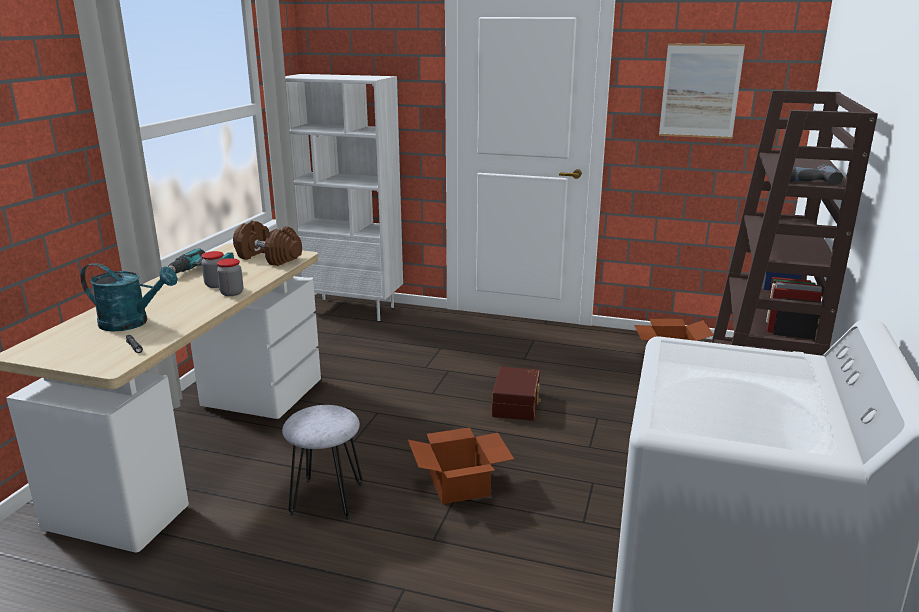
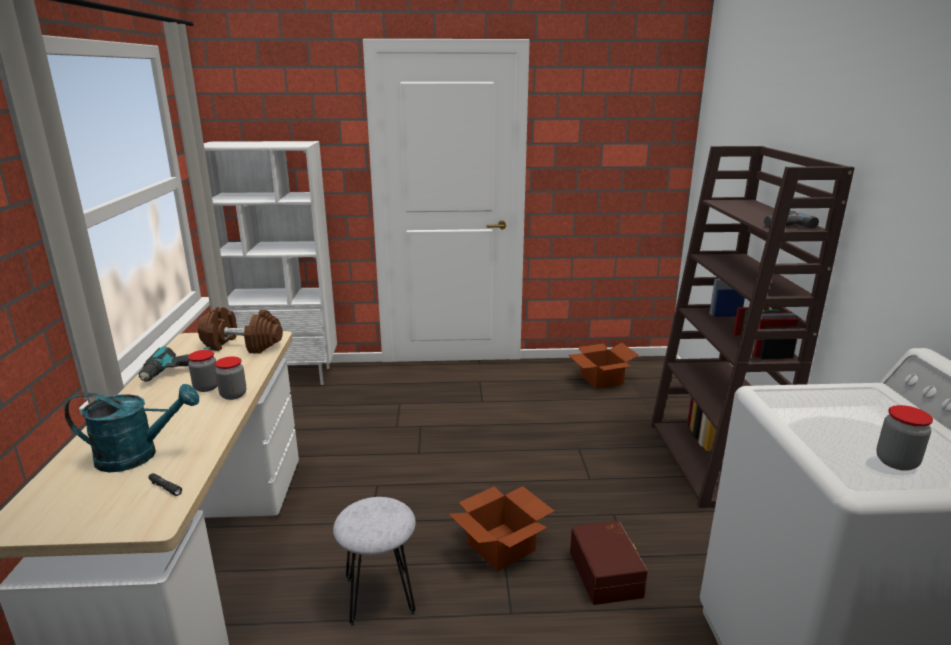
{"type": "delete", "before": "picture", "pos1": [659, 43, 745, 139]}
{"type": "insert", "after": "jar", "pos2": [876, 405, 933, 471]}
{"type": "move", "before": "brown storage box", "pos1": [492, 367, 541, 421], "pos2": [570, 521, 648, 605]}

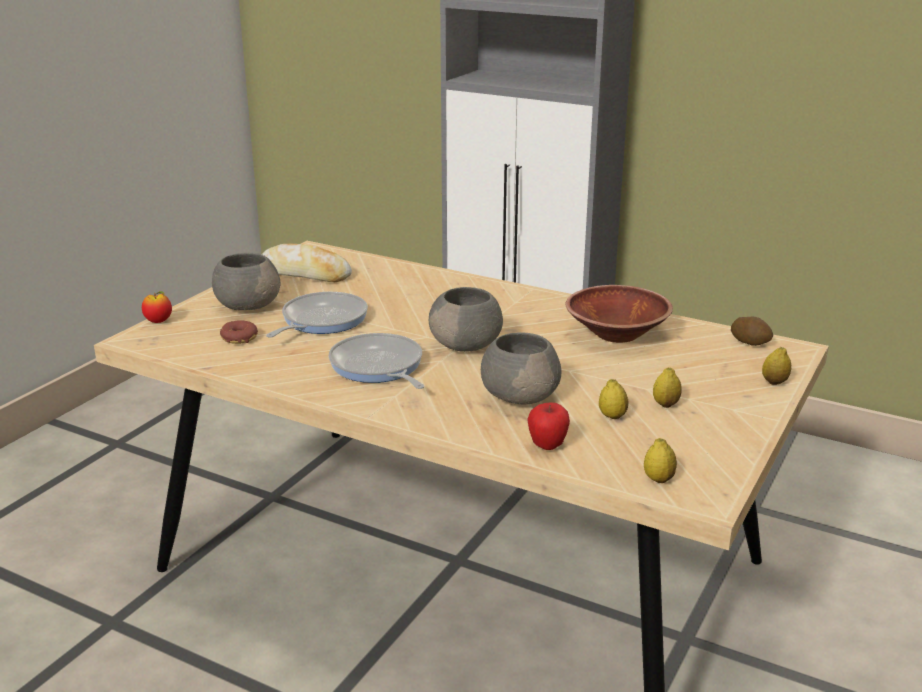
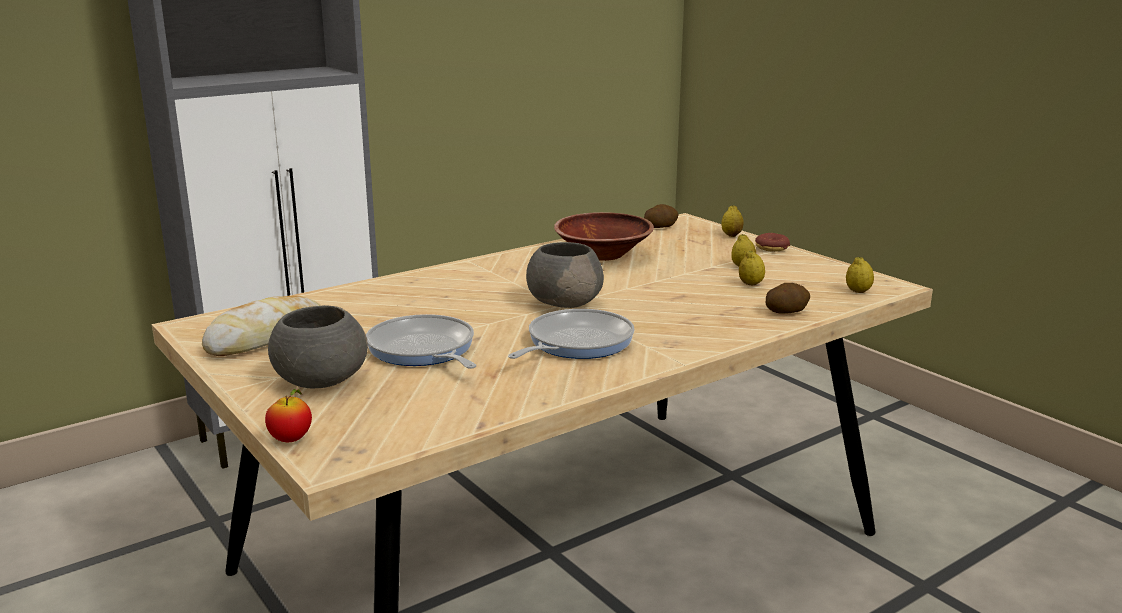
{"type": "delete", "before": "grey bowl", "pos1": [481, 332, 562, 405]}
{"type": "move", "before": "donut", "pos1": [220, 320, 258, 344], "pos2": [755, 233, 790, 252]}
{"type": "replace", "before": "apple", "after": "potato", "pos1": [527, 402, 570, 450], "pos2": [766, 283, 810, 314]}
{"type": "rotate", "before": "frying pan", "pos1": [329, 333, 424, 389], "pos2": [508, 309, 635, 359], "turn": 135}

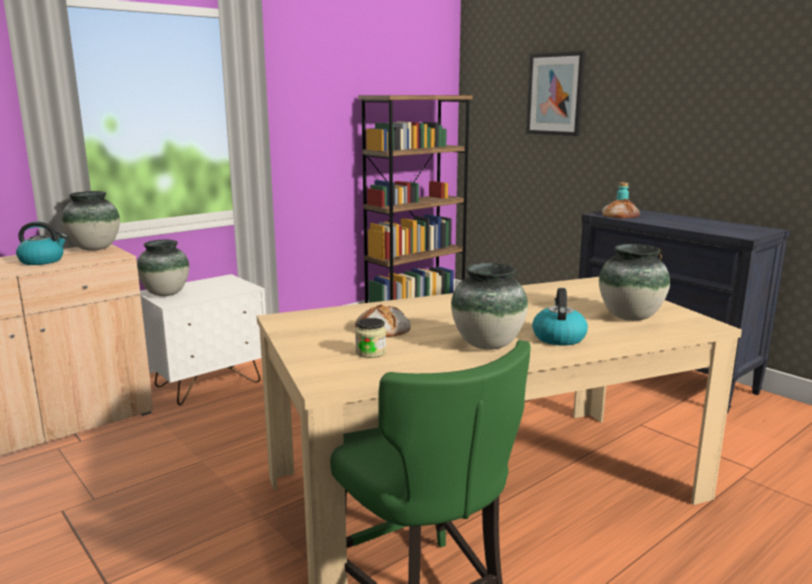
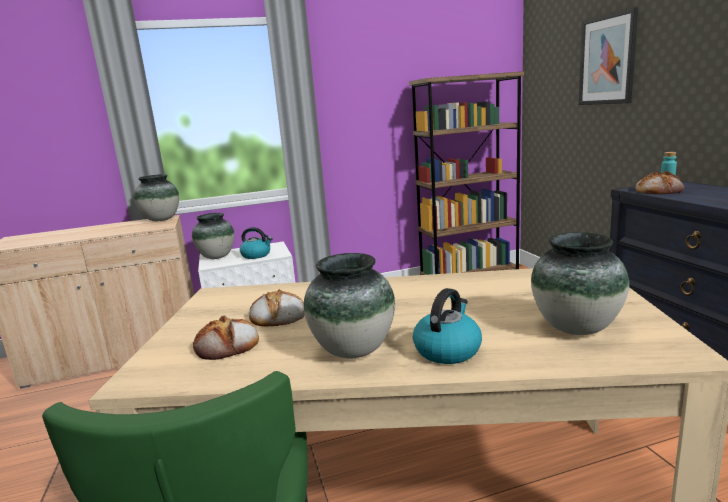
{"type": "move", "before": "kettle", "pos1": [16, 221, 68, 265], "pos2": [240, 227, 273, 259]}
{"type": "replace", "before": "jar", "after": "bread", "pos1": [355, 318, 386, 358], "pos2": [193, 316, 259, 360]}

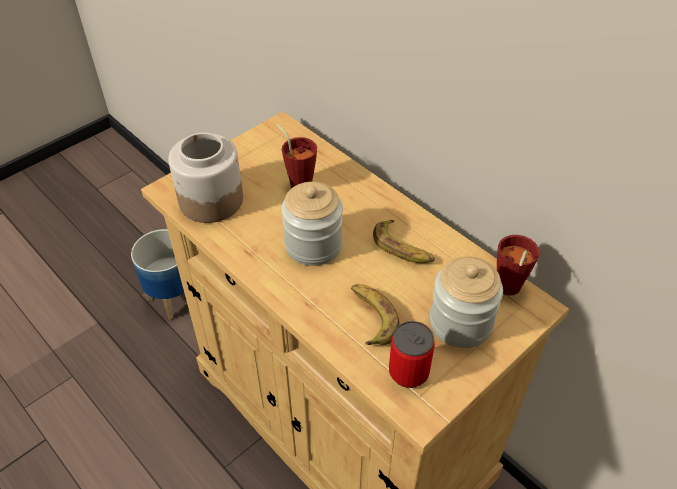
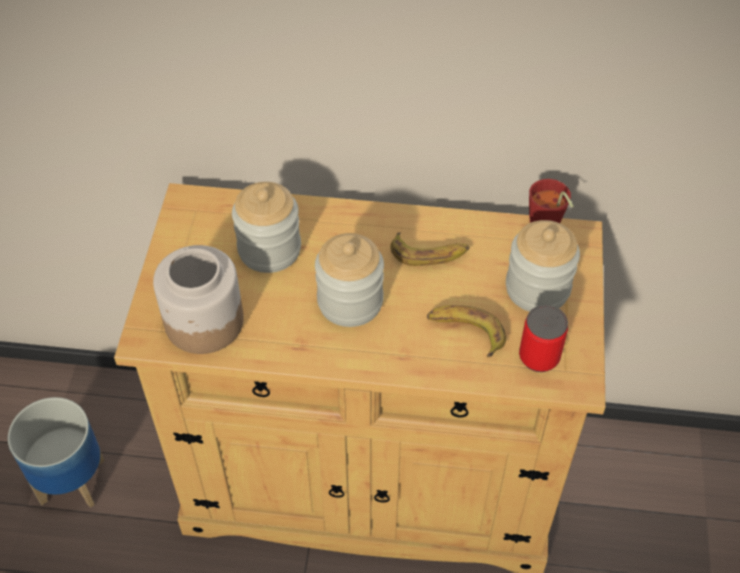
{"type": "replace", "before": "red cup", "after": "jar", "pos1": [277, 124, 317, 188], "pos2": [232, 182, 301, 273]}

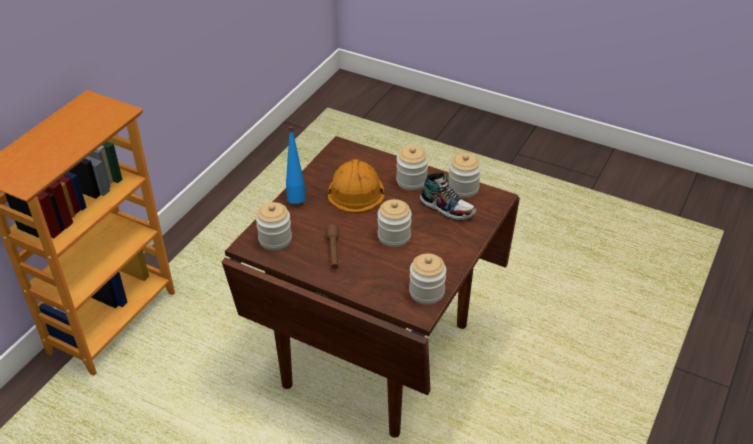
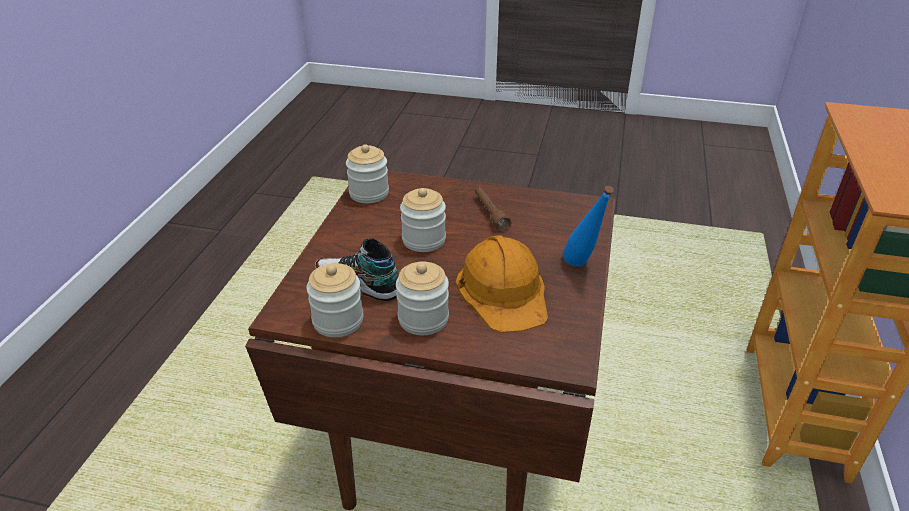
{"type": "delete", "before": "jar", "pos1": [256, 202, 292, 250]}

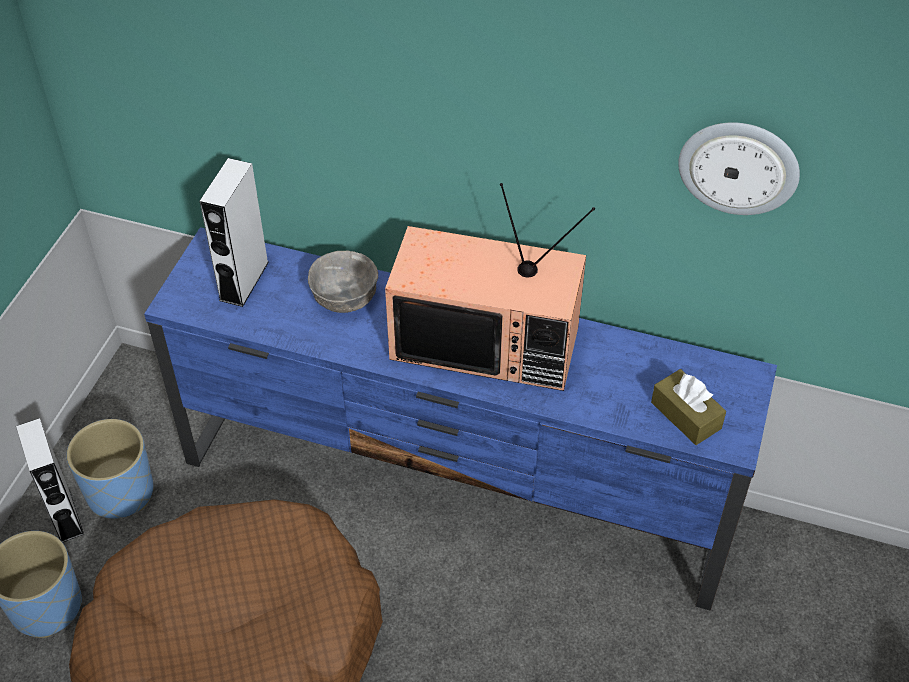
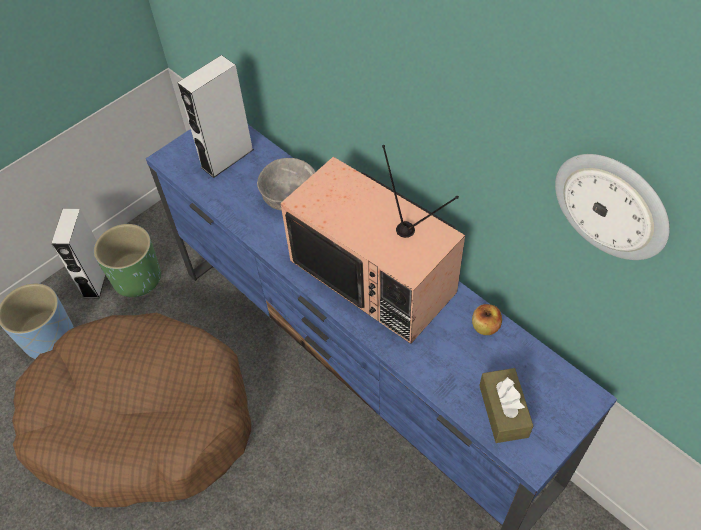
{"type": "insert", "after": "apple", "pos2": [472, 304, 502, 335]}
{"type": "recolor", "before": "blue planter", "after": "green planter", "pos1": [67, 419, 153, 519], "pos2": [94, 224, 161, 297]}

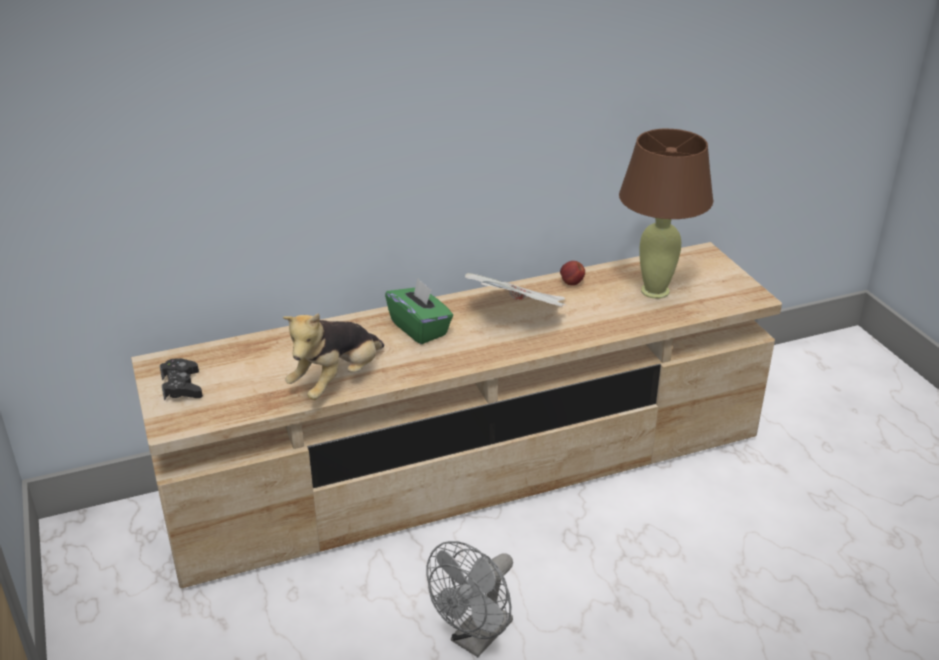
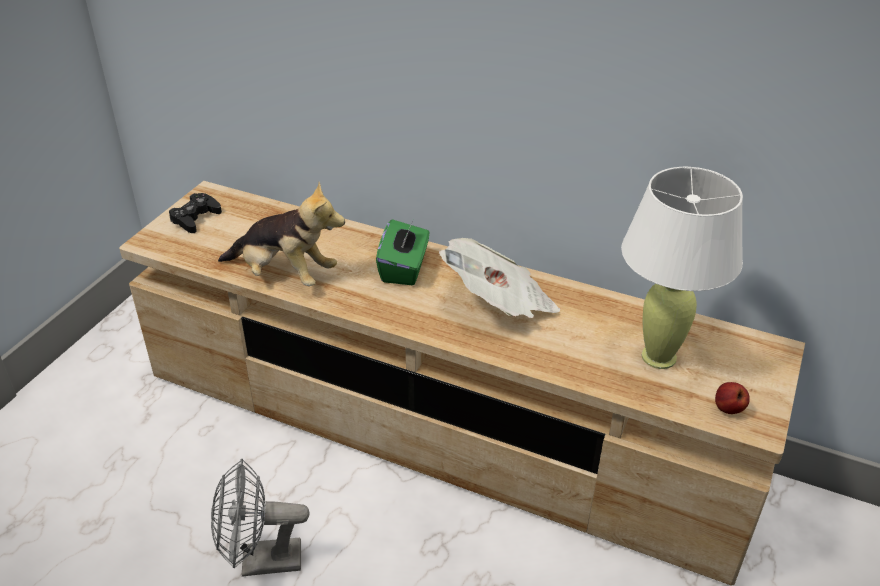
{"type": "move", "before": "apple", "pos1": [560, 261, 585, 286], "pos2": [715, 382, 750, 414]}
{"type": "recolor", "before": "brown table lamp", "after": "white table lamp", "pos1": [619, 129, 714, 299], "pos2": [621, 167, 743, 369]}
{"type": "rotate", "before": "plush toy", "pos1": [283, 313, 384, 400], "pos2": [218, 182, 345, 286], "turn": -150}

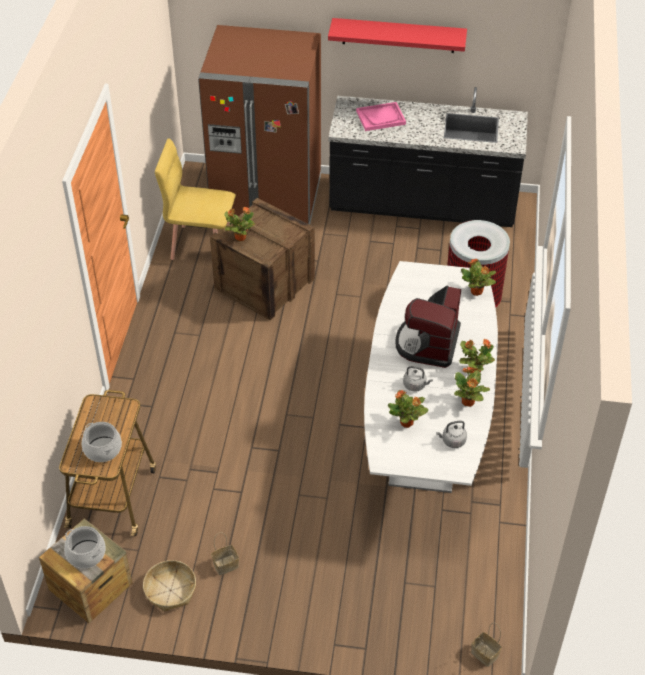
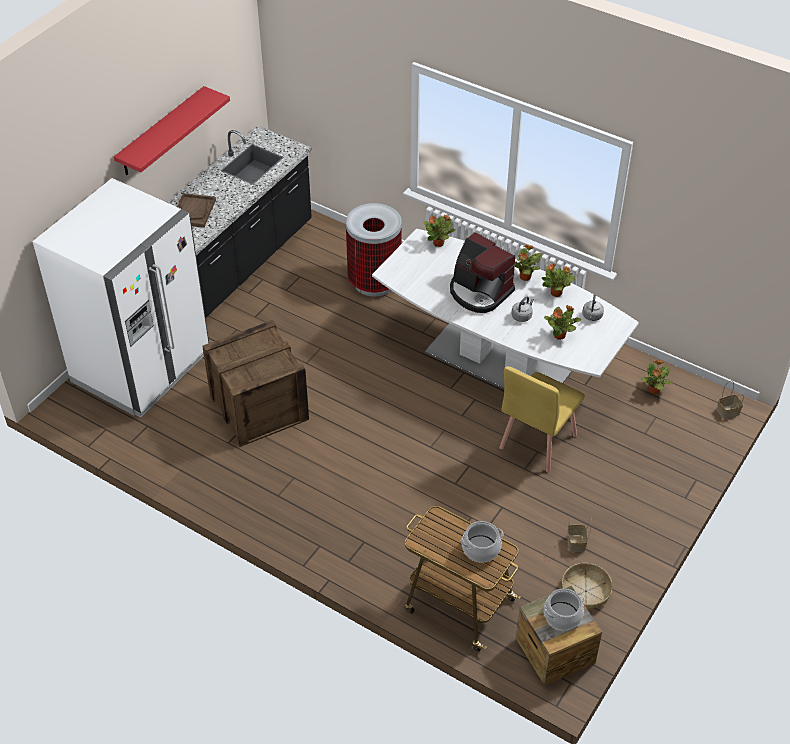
{"type": "move", "before": "yellow chair", "pos1": [155, 138, 236, 260], "pos2": [499, 366, 585, 473]}
{"type": "move", "before": "potted plant", "pos1": [224, 206, 255, 241], "pos2": [641, 360, 672, 394]}
{"type": "recolor", "before": "brown fridge", "after": "white fridge", "pos1": [198, 25, 321, 224], "pos2": [33, 178, 209, 418]}
{"type": "recolor", "before": "pink tray", "after": "brown tray", "pos1": [356, 102, 406, 131], "pos2": [177, 193, 216, 228]}

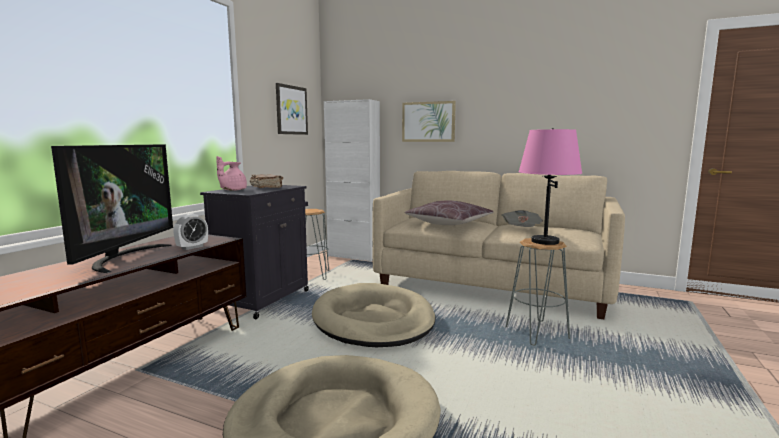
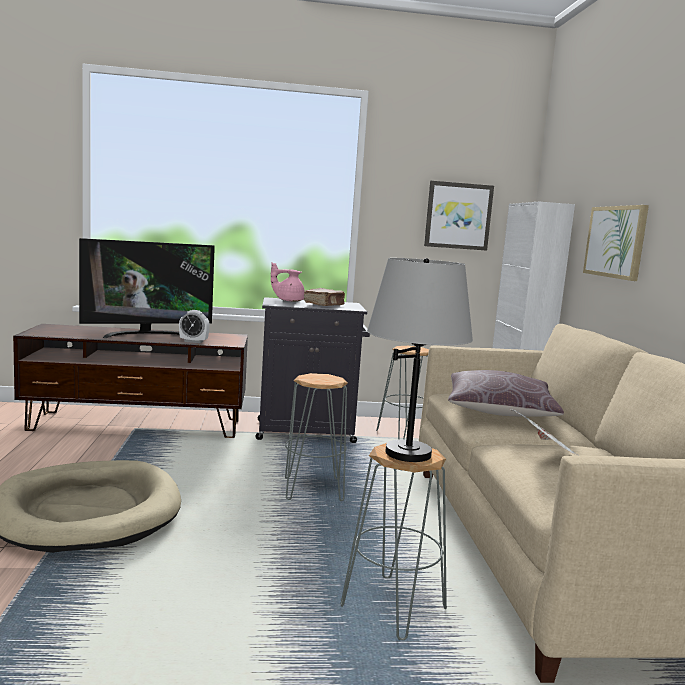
{"type": "replace", "before": "beige dog bed", "after": "grey stool", "pos1": [312, 283, 435, 347], "pos2": [285, 373, 348, 501]}
{"type": "recolor", "before": "pink table lamp", "after": "grey table lamp", "pos1": [519, 128, 582, 245], "pos2": [367, 258, 473, 462]}

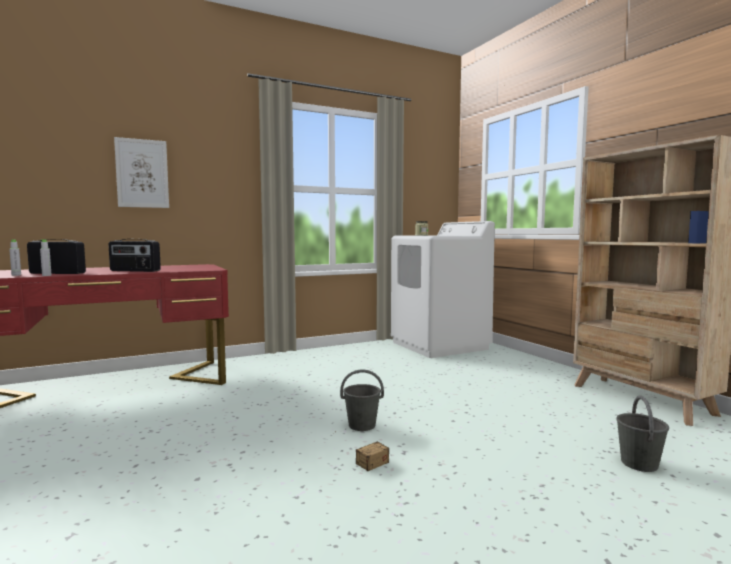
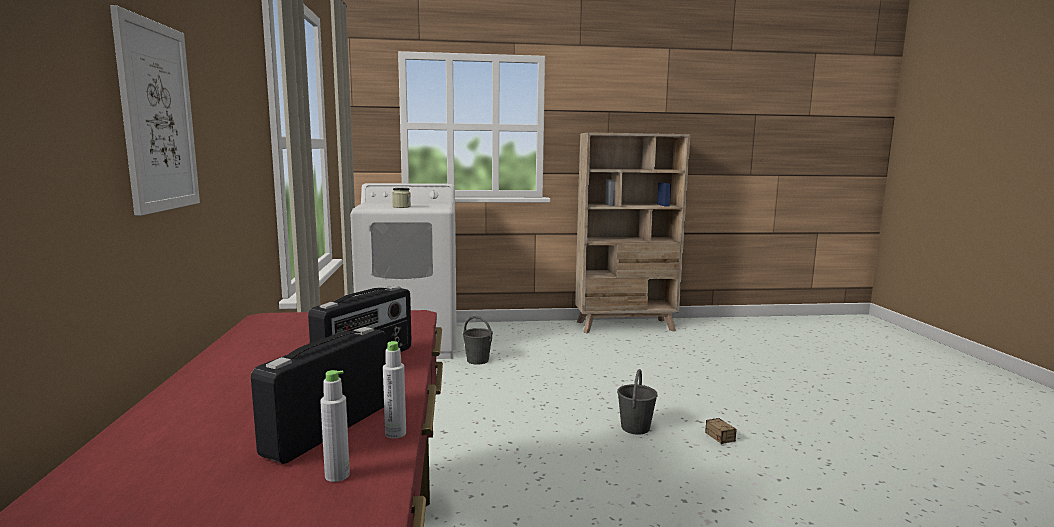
{"type": "move", "before": "grey bucket", "pos1": [616, 395, 669, 472], "pos2": [463, 316, 493, 365]}

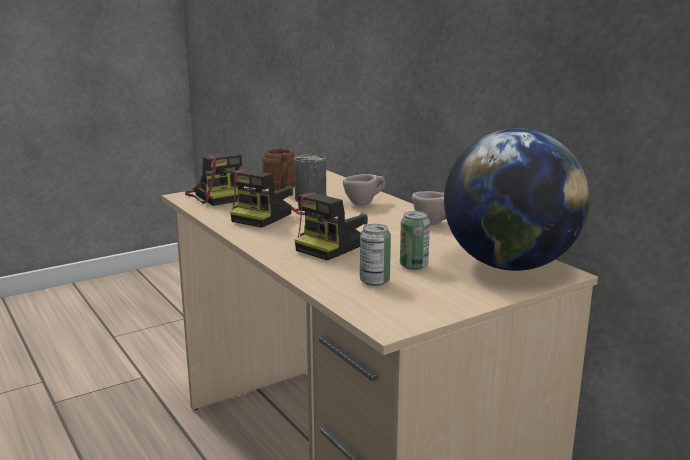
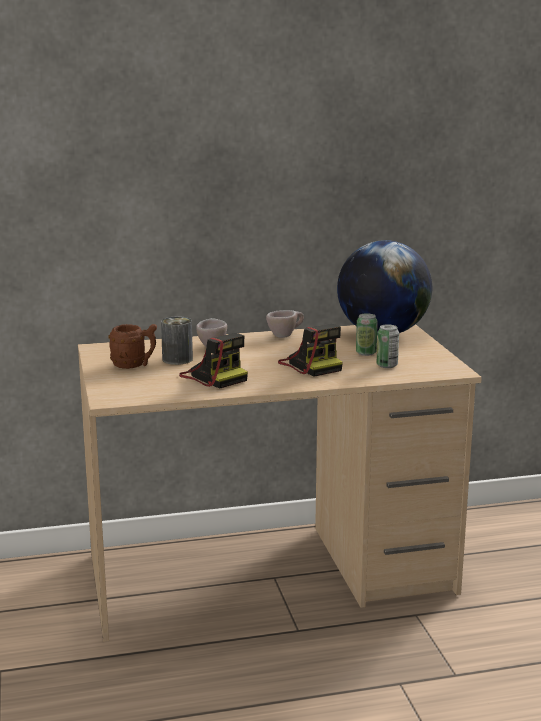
{"type": "delete", "before": "photo camera", "pos1": [185, 153, 242, 206]}

